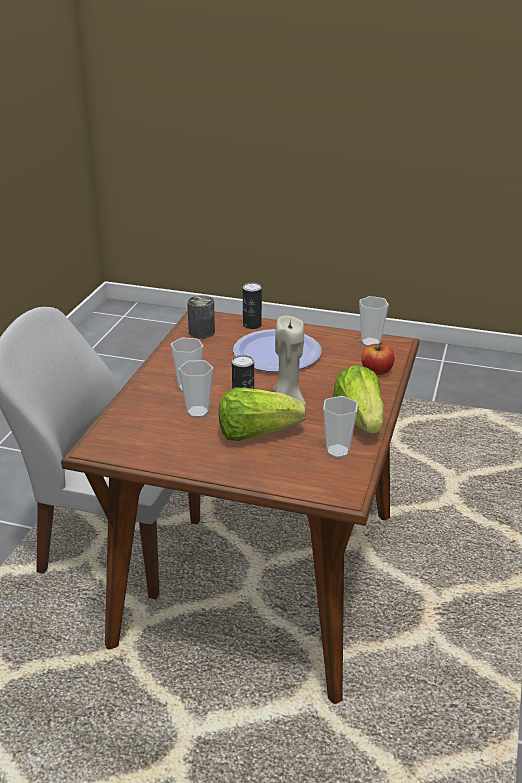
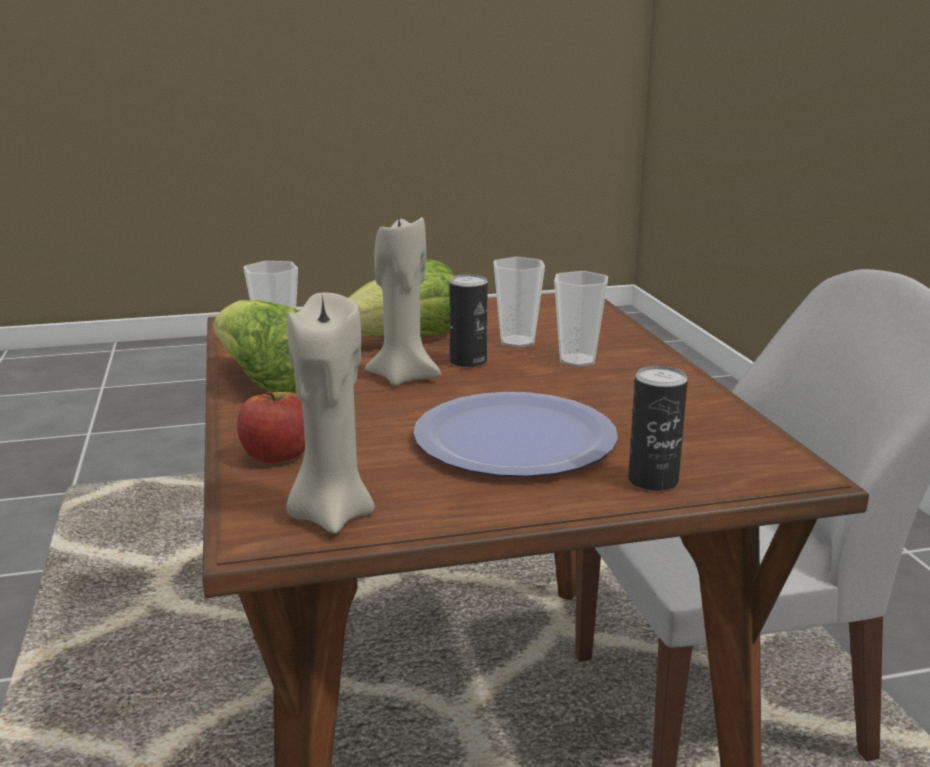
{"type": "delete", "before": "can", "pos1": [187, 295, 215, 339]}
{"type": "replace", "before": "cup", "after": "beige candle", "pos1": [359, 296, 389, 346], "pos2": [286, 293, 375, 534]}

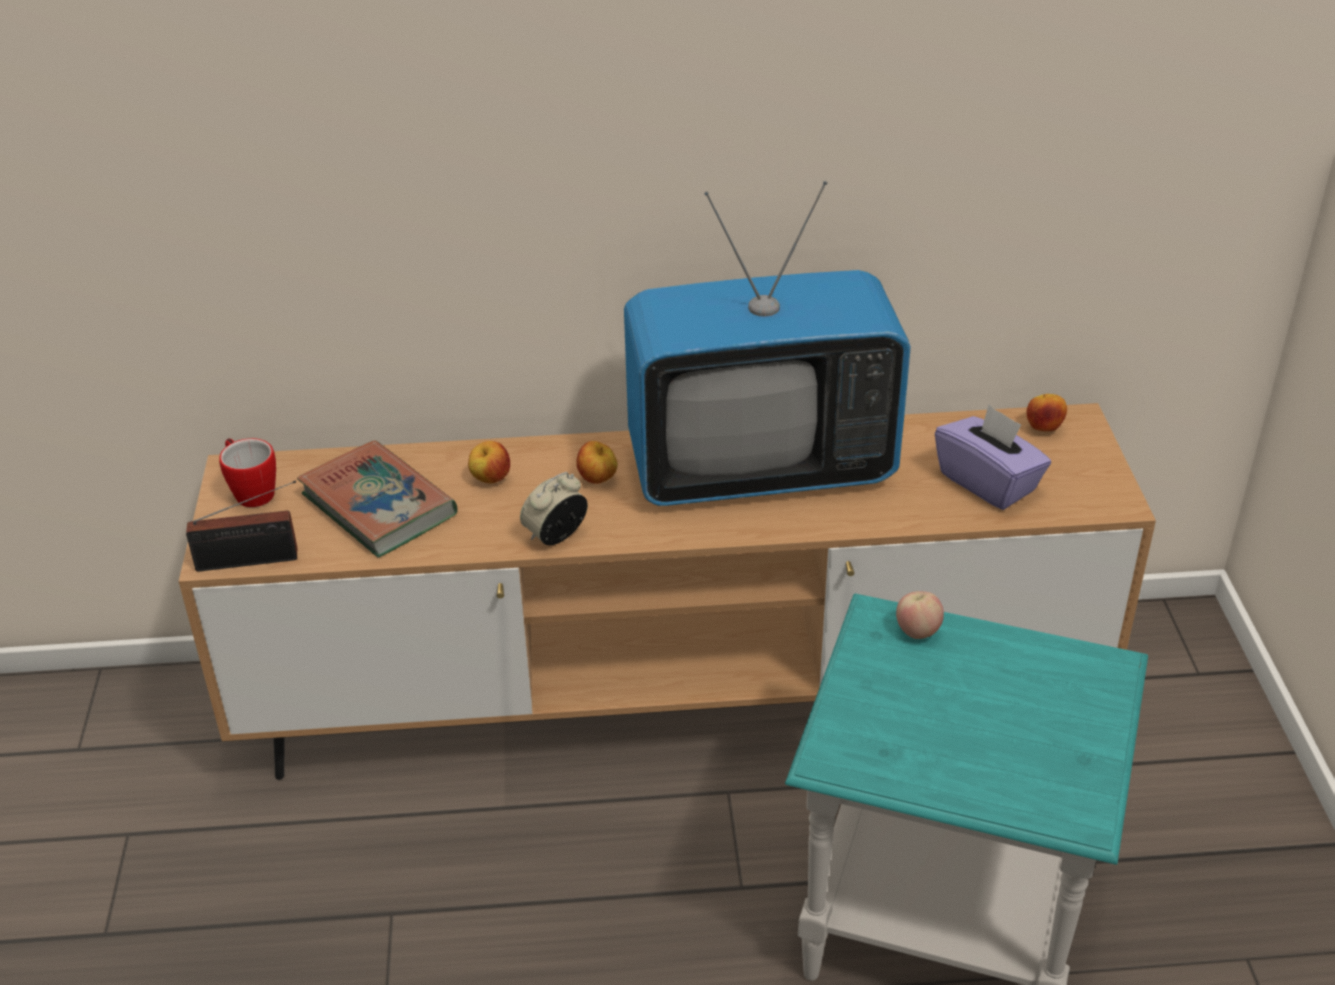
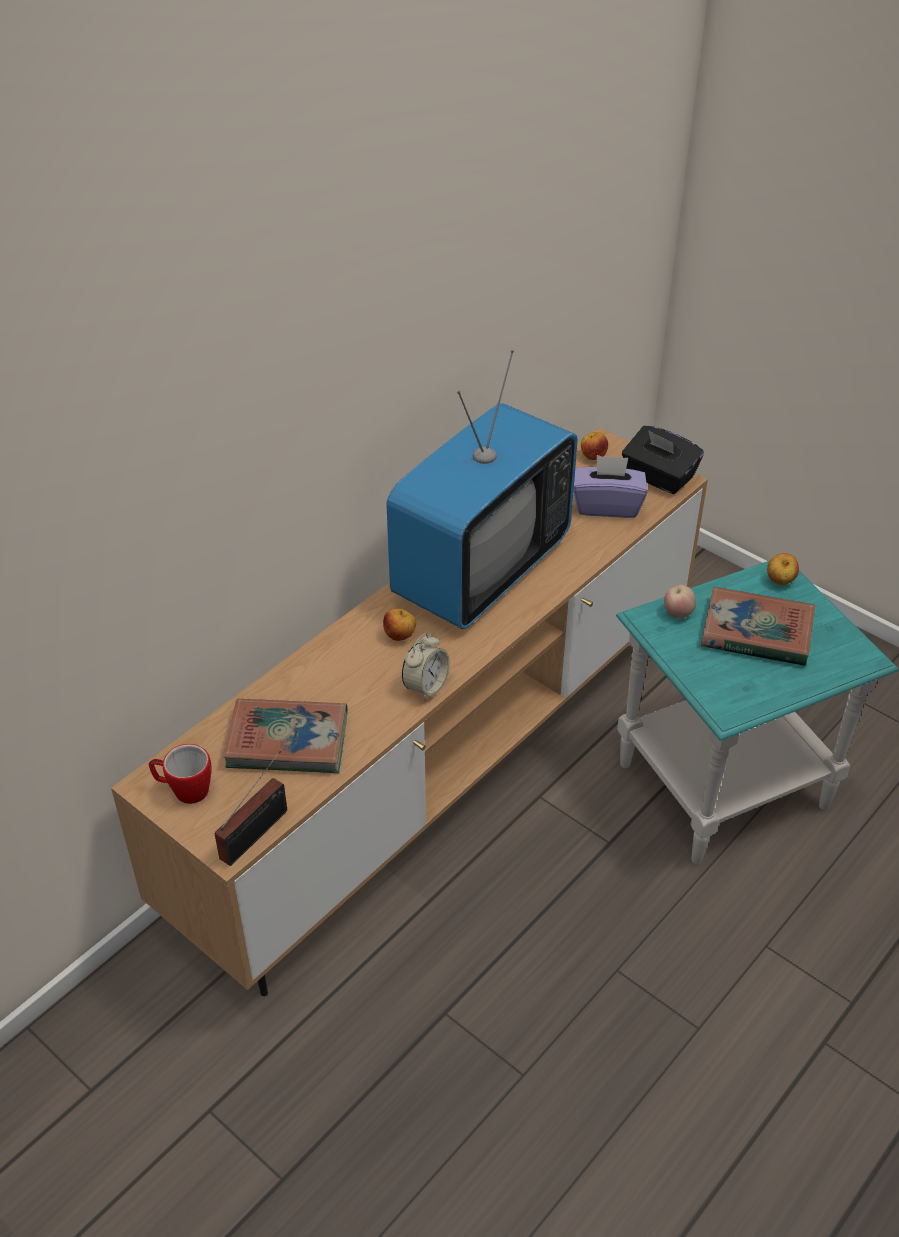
{"type": "insert", "after": "black tissue box", "pos2": [622, 426, 704, 494]}
{"type": "insert", "after": "book", "pos2": [701, 587, 815, 666]}
{"type": "move", "before": "apple", "pos1": [468, 441, 510, 483], "pos2": [767, 553, 799, 585]}
{"type": "rotate", "before": "alarm clock", "pos1": [520, 472, 588, 545], "pos2": [402, 633, 450, 701], "turn": -150}

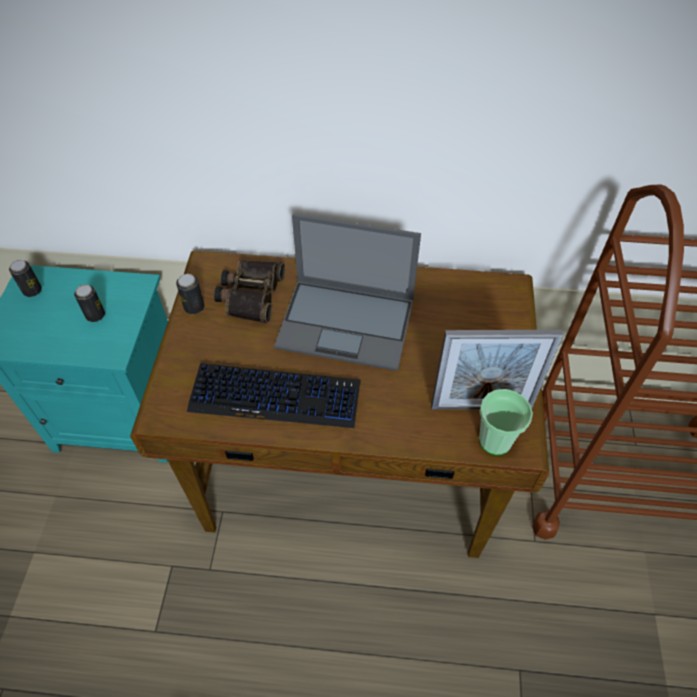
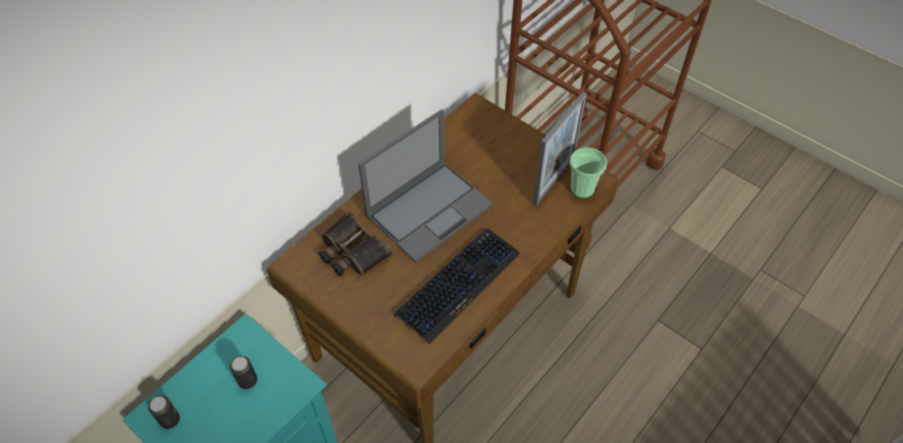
{"type": "delete", "before": "can", "pos1": [176, 274, 204, 314]}

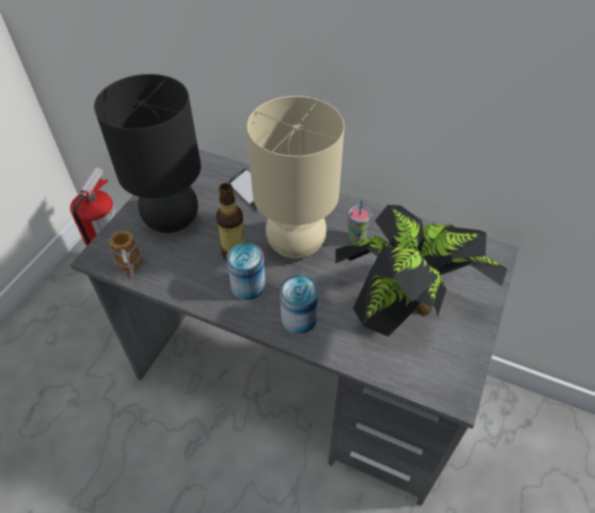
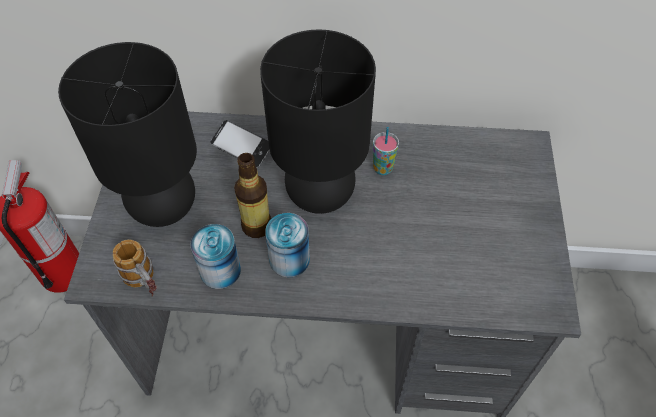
{"type": "delete", "before": "potted plant", "pos1": [335, 205, 508, 337]}
{"type": "move", "before": "can", "pos1": [280, 275, 318, 334], "pos2": [190, 224, 241, 289]}
{"type": "recolor", "before": "beige table lamp", "after": "black table lamp", "pos1": [247, 96, 345, 259], "pos2": [260, 29, 376, 214]}

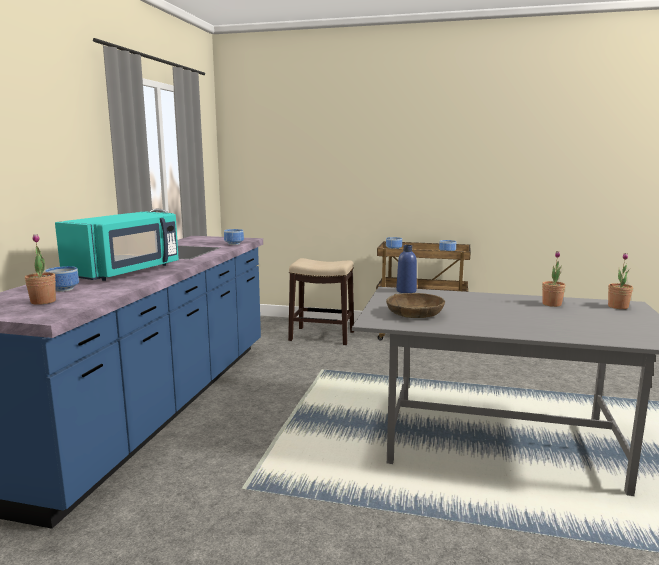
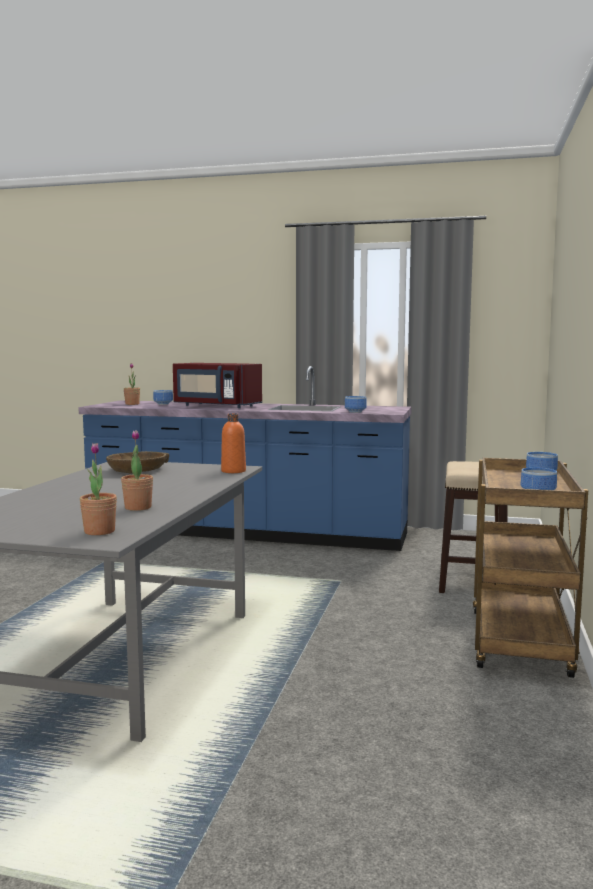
{"type": "recolor", "before": "turquoise microwave", "after": "red microwave", "pos1": [55, 211, 179, 281], "pos2": [173, 363, 262, 408]}
{"type": "recolor", "before": "blue bottle", "after": "orange bottle", "pos1": [396, 245, 417, 293], "pos2": [221, 414, 246, 473]}

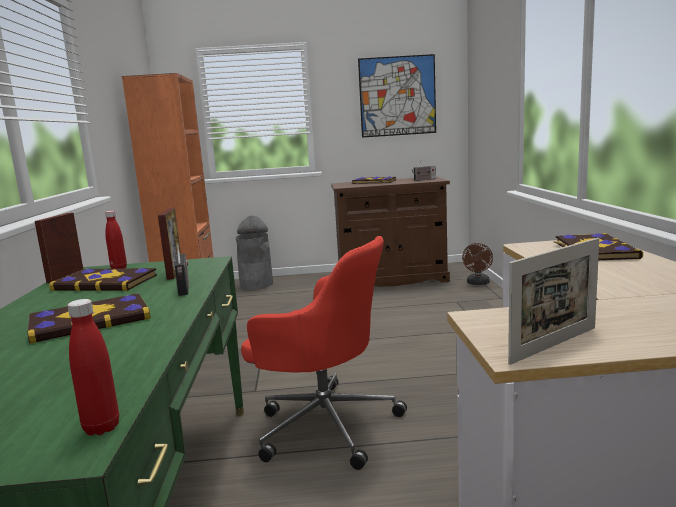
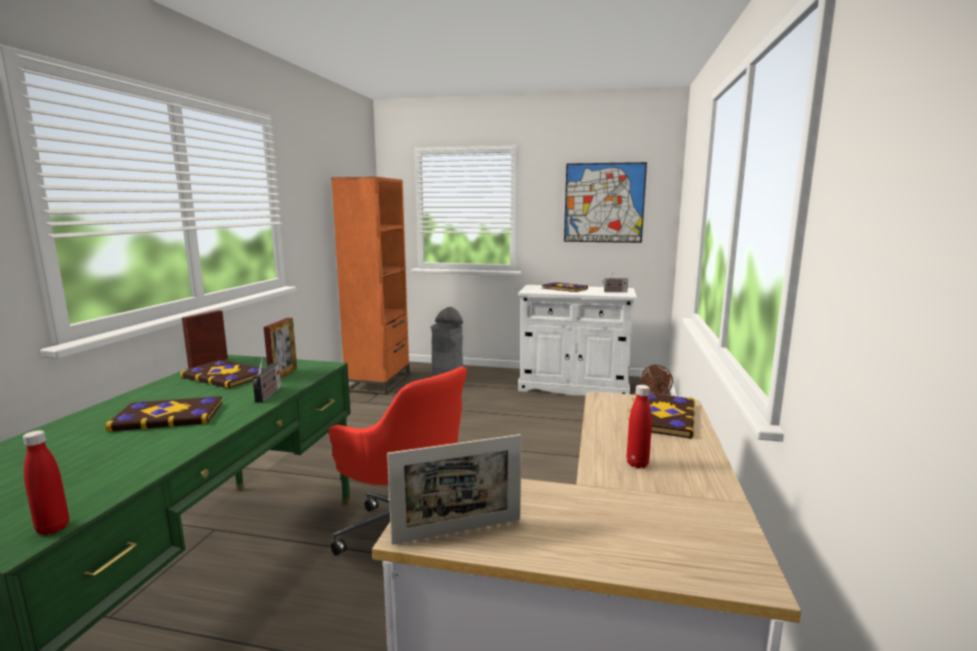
{"type": "move", "before": "red bottle", "pos1": [105, 211, 127, 269], "pos2": [627, 385, 652, 468]}
{"type": "recolor", "before": "brown cabinet", "after": "white cabinet", "pos1": [331, 176, 450, 286], "pos2": [518, 285, 637, 395]}

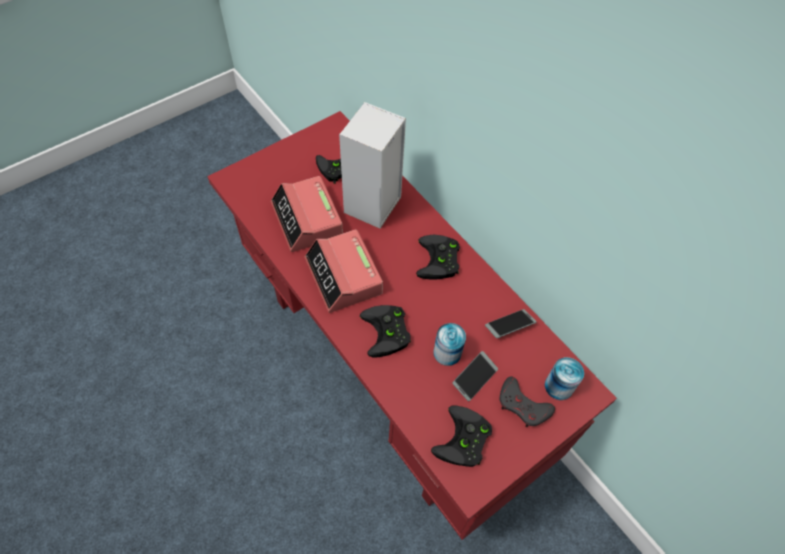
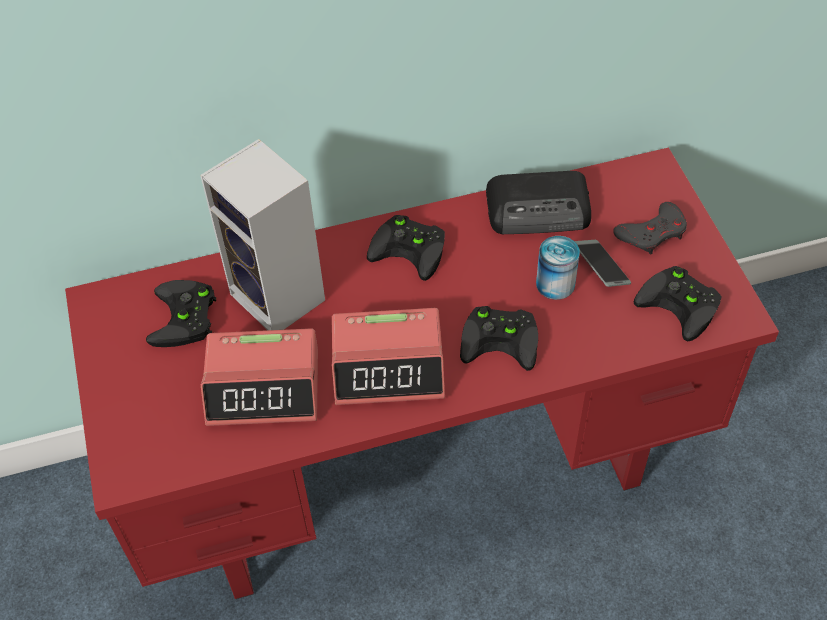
{"type": "delete", "before": "can", "pos1": [545, 357, 584, 400]}
{"type": "replace", "before": "phone", "after": "radio", "pos1": [485, 309, 536, 338], "pos2": [486, 171, 591, 234]}

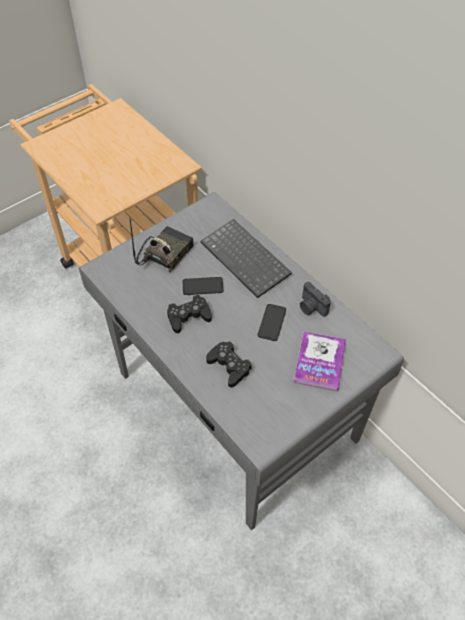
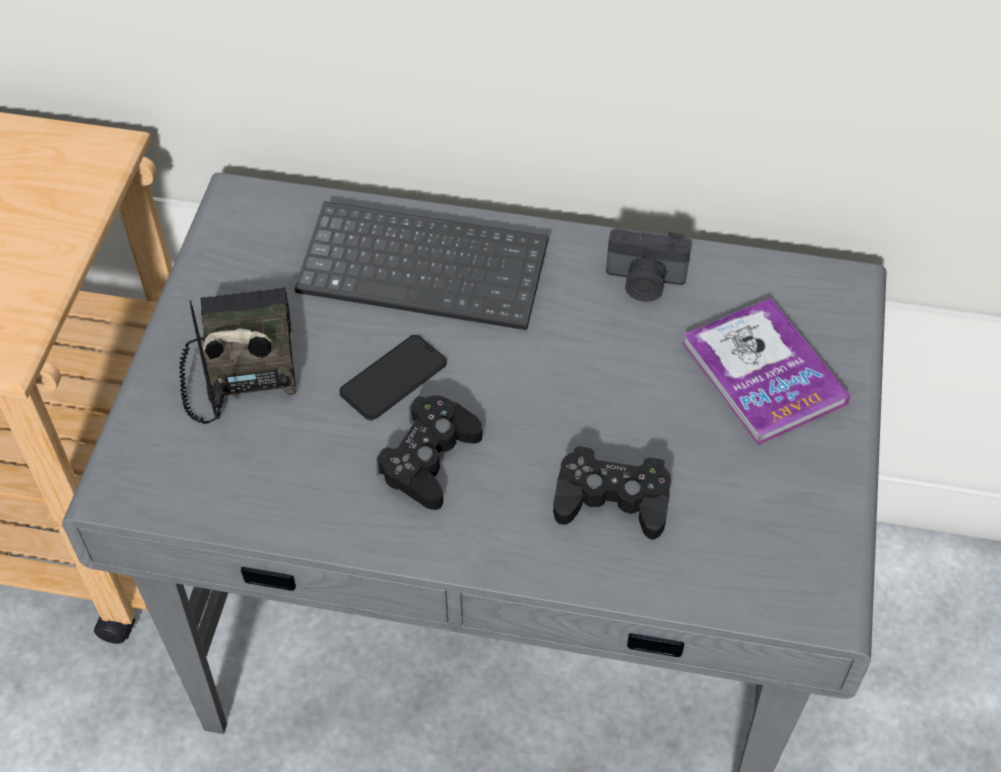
{"type": "delete", "before": "phone", "pos1": [258, 304, 286, 341]}

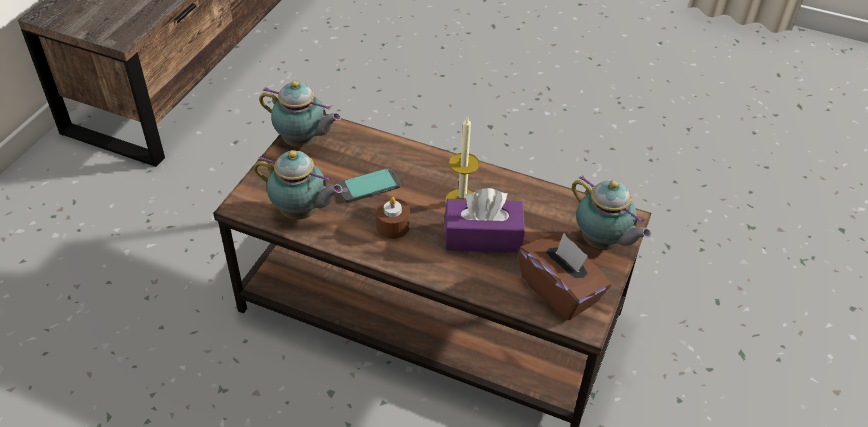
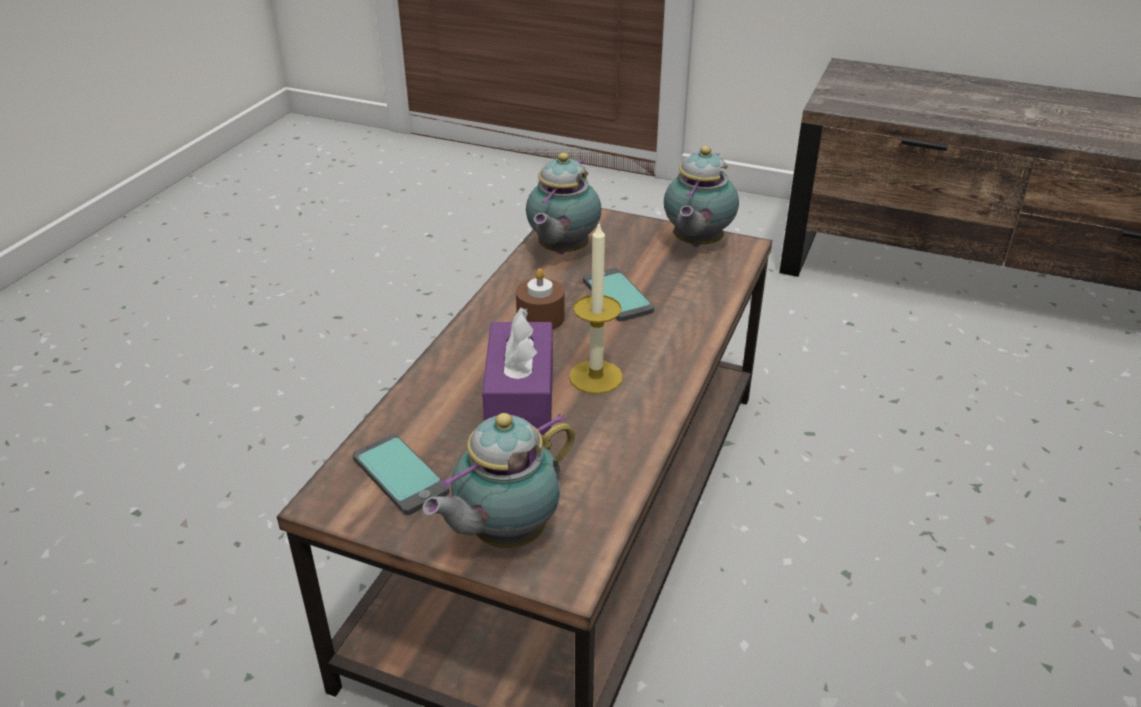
{"type": "replace", "before": "brown tissue box", "after": "phone", "pos1": [518, 233, 611, 320], "pos2": [353, 434, 449, 515]}

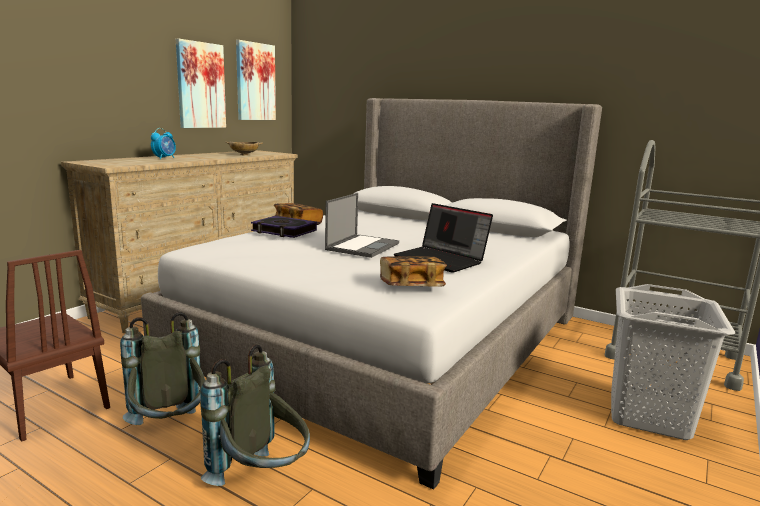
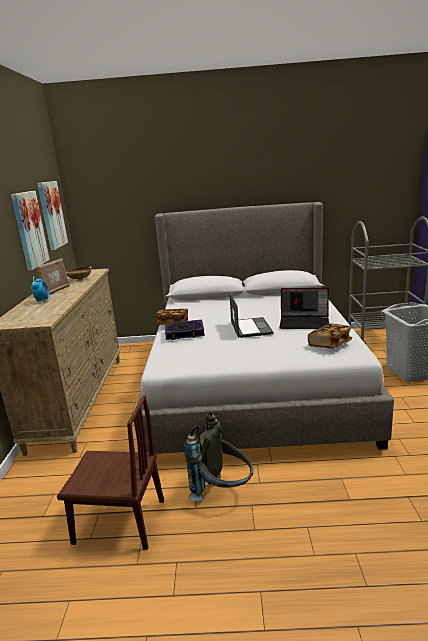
{"type": "delete", "before": "grey backpack", "pos1": [200, 344, 310, 486]}
{"type": "insert", "after": "picture frame", "pos2": [37, 258, 70, 295]}

